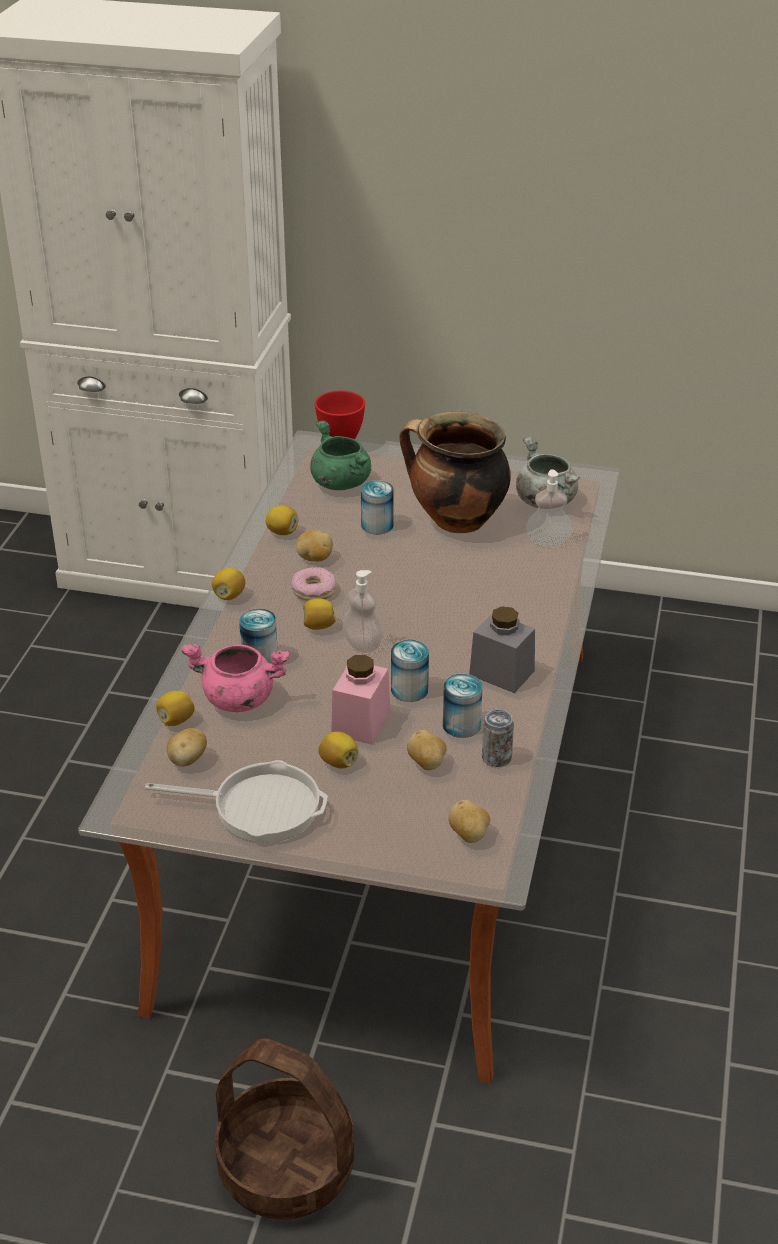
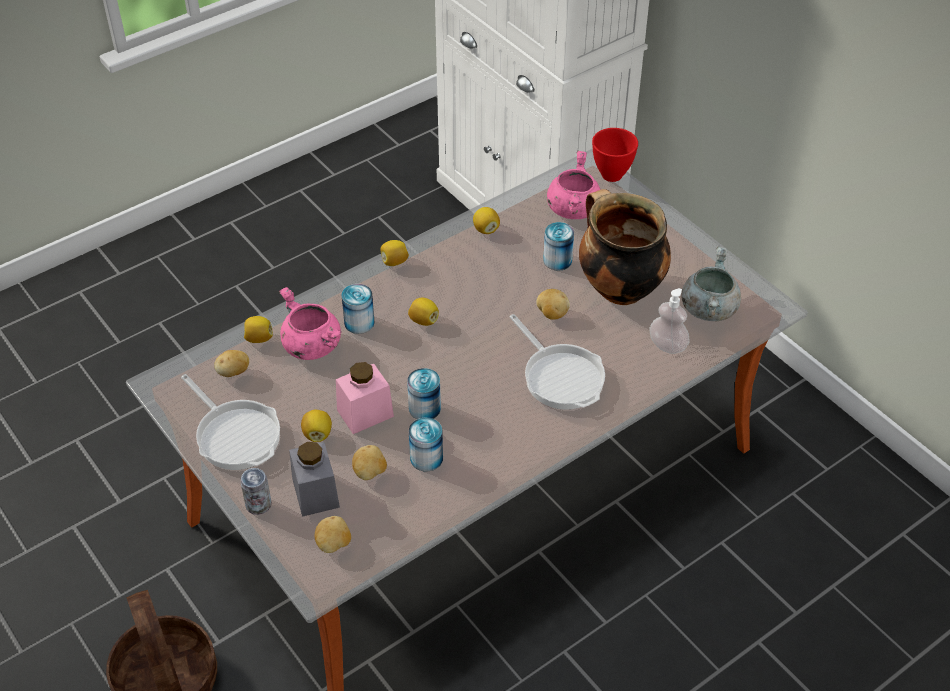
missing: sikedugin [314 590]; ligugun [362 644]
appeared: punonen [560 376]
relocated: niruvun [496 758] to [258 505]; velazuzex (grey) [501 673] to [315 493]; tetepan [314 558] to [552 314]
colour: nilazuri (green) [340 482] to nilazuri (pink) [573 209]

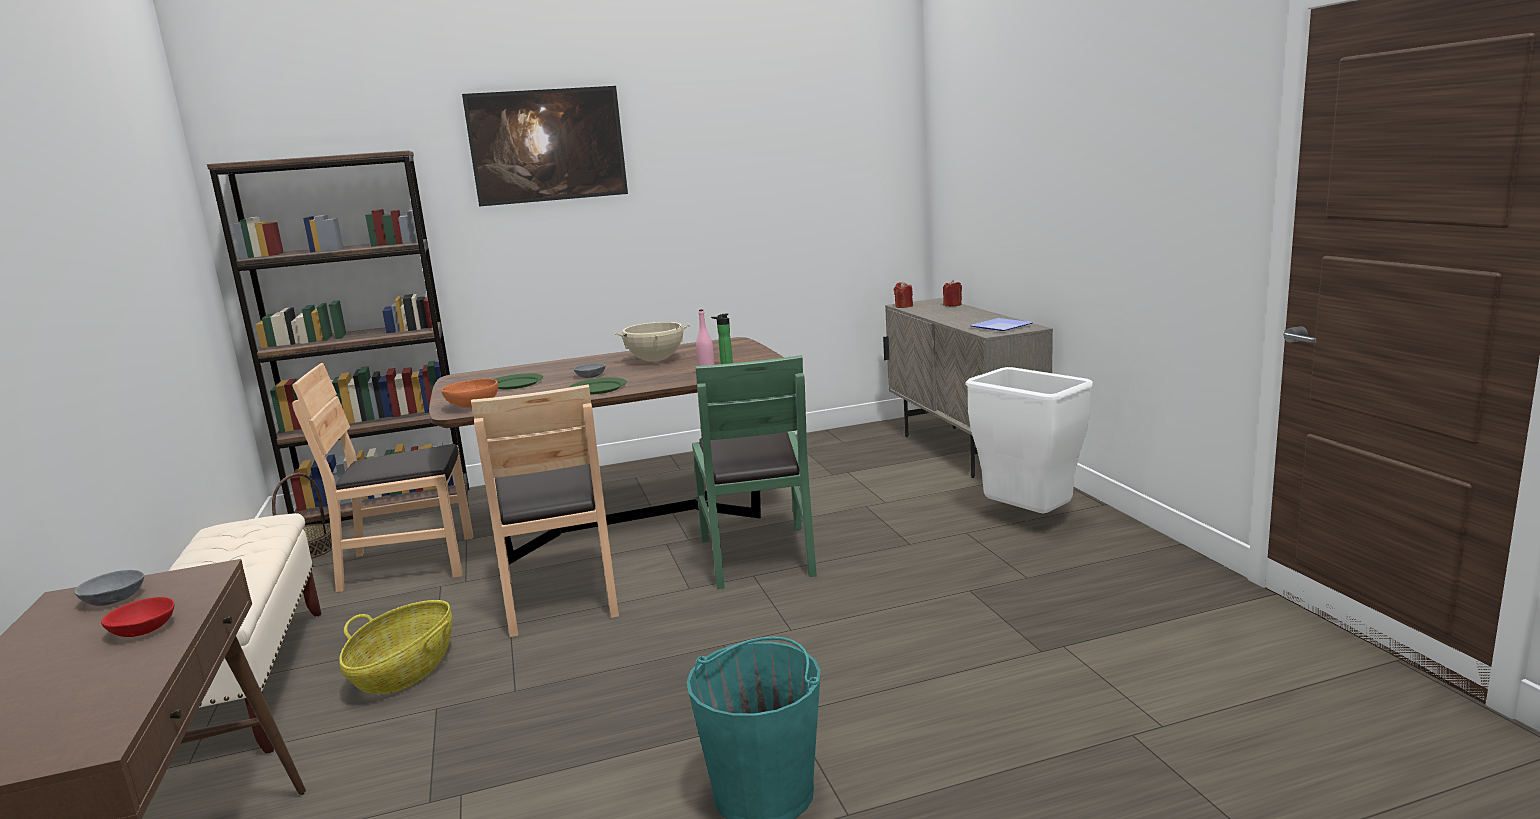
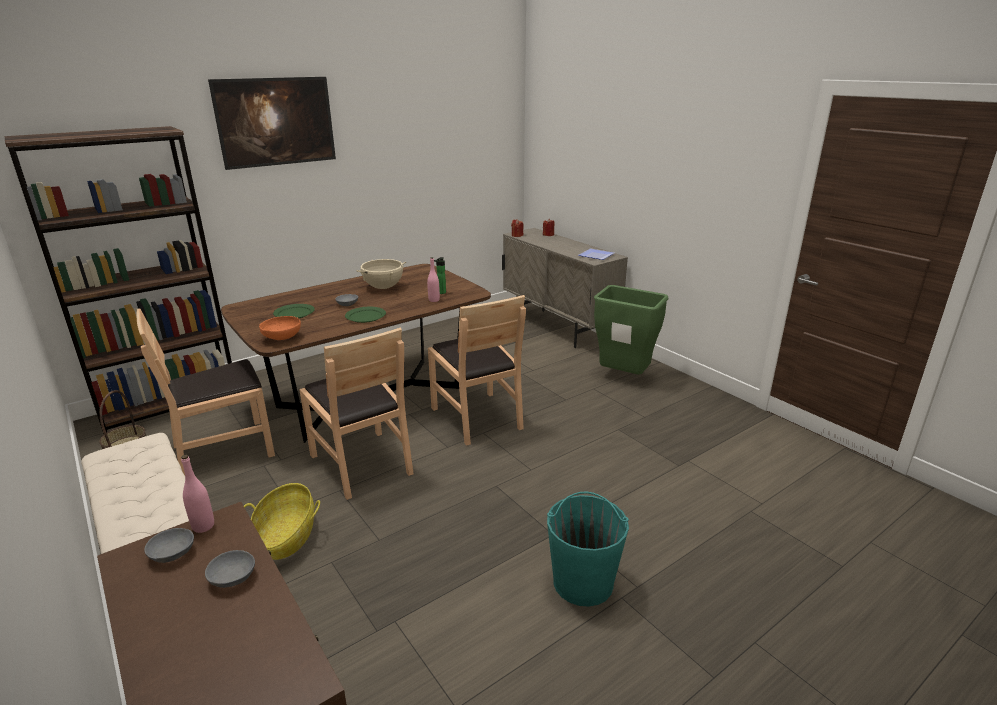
appeared: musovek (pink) [203 526]
colour: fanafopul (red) [146 629] to fanafopul (grey) [234 576]; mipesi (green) [758 556] to mipesi (brown) [477 417]; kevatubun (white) [1028 521] to kevatubun (green) [624 377]

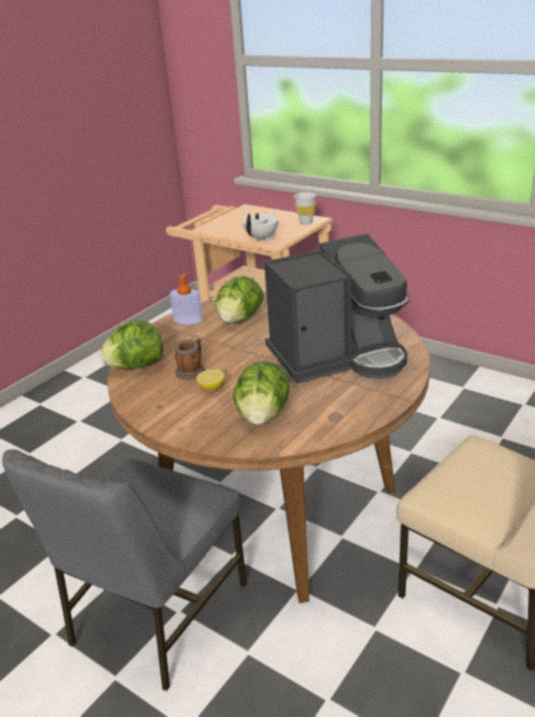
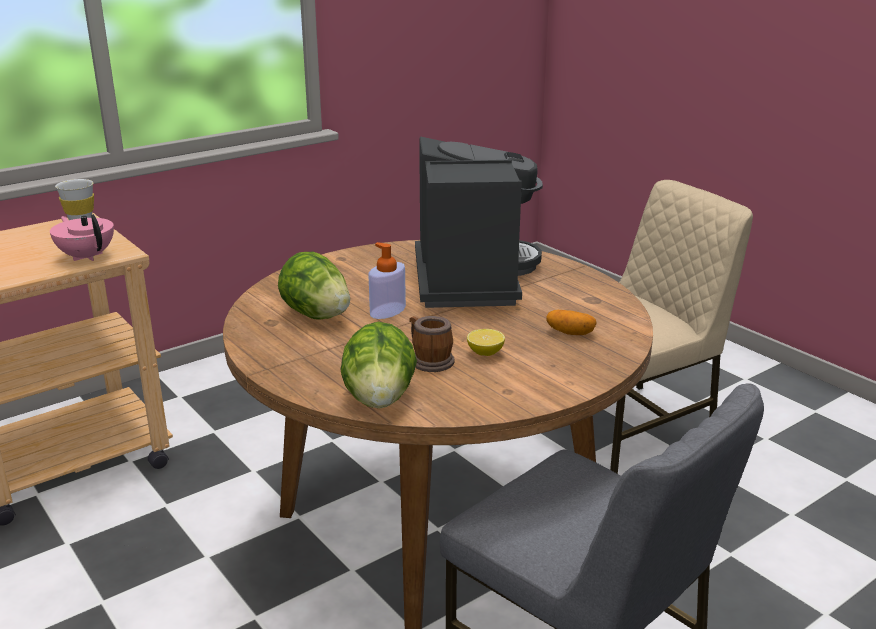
relocated: ligugun [188 320] to [387 311]
exchanged: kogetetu [263 416] to tetepan [570 332]
colour: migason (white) [262 238] to migason (pink) [87 256]

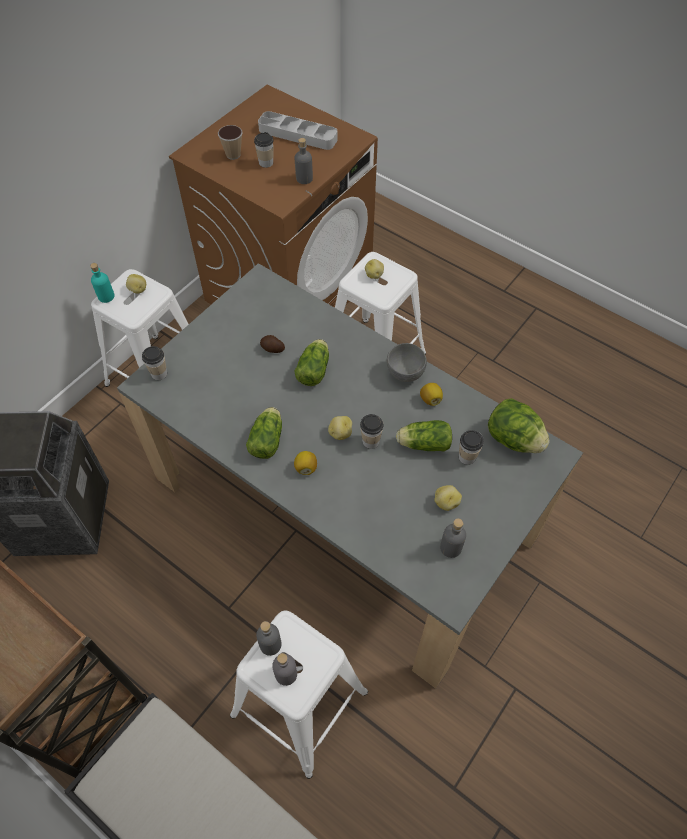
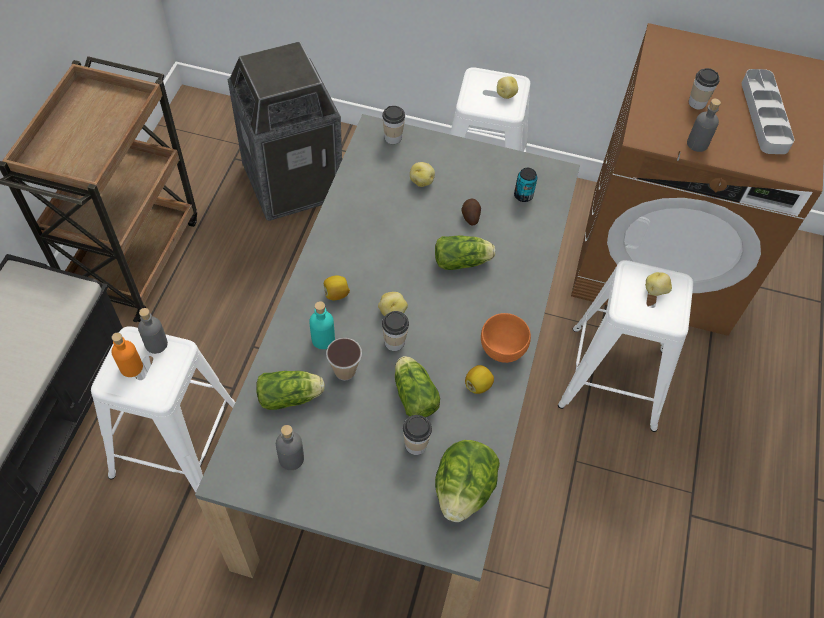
appeared: niruvun [523 195]
relocated: kogetetu [267 439] to [292 396]; musovek (turquoise) [106 296] to [323 339]; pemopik [233 155] to [345 371]; tetepan [446 502] to [422 181]
colour: musovek (grey) [286 674] to musovek (orange) [131 367]; fanafopul (grey) [405 372] to fanafopul (orange) [503 349]

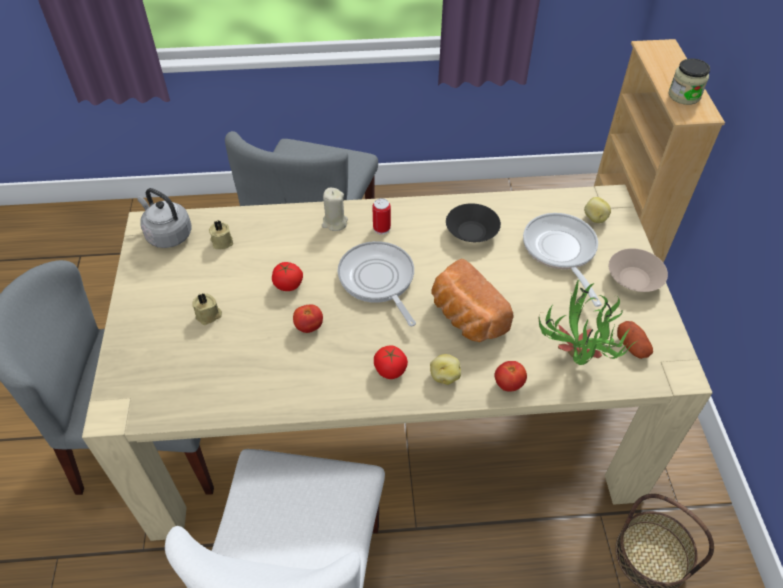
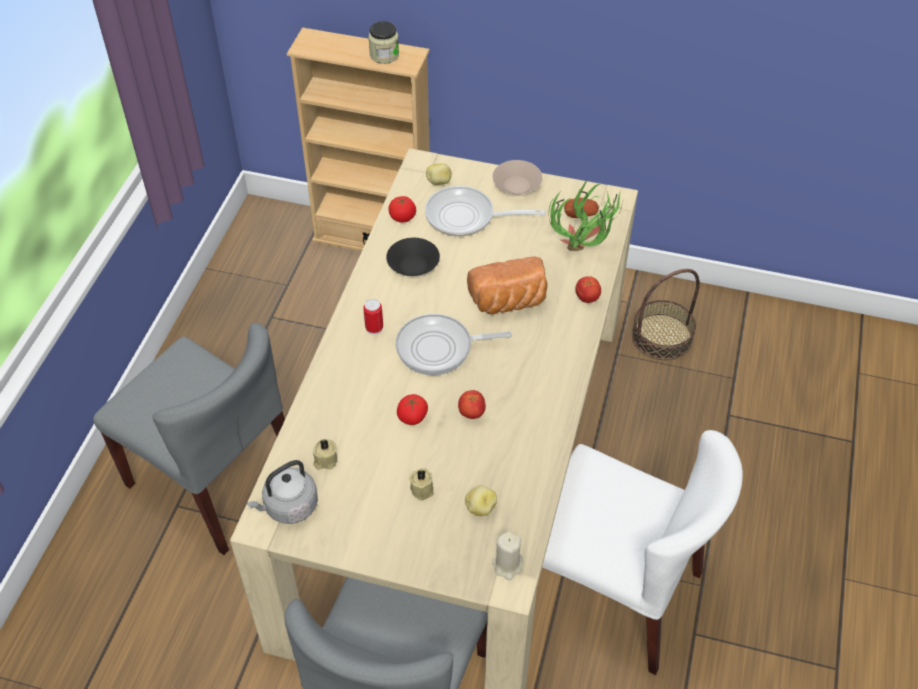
relocated: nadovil [390 370] to [402 217]; tetepan [444 376] to [480 507]; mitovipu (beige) [334 223] to [507 565]

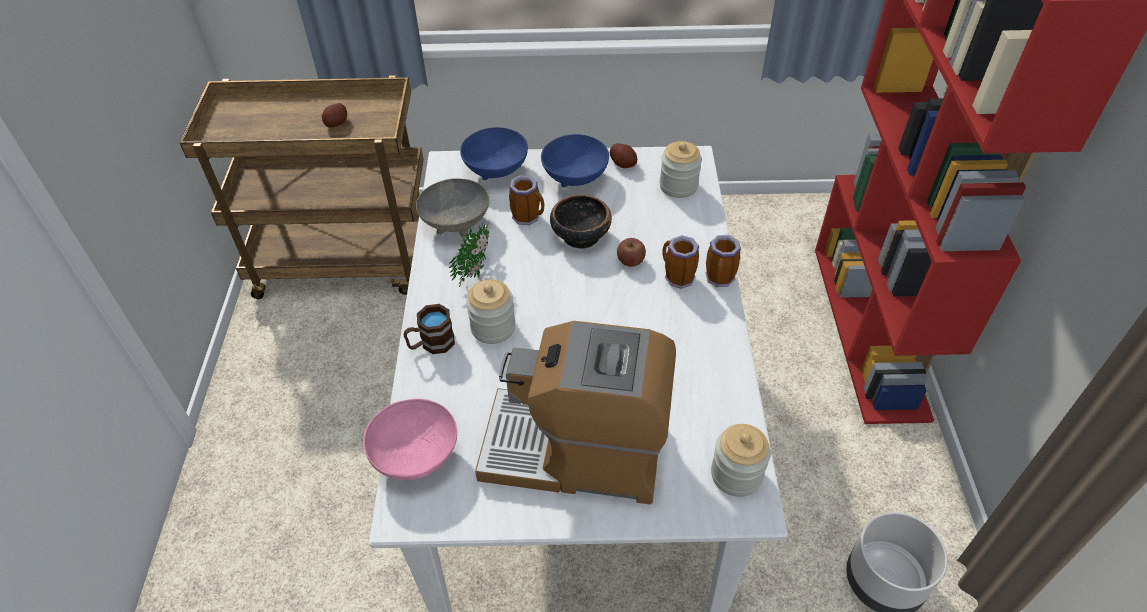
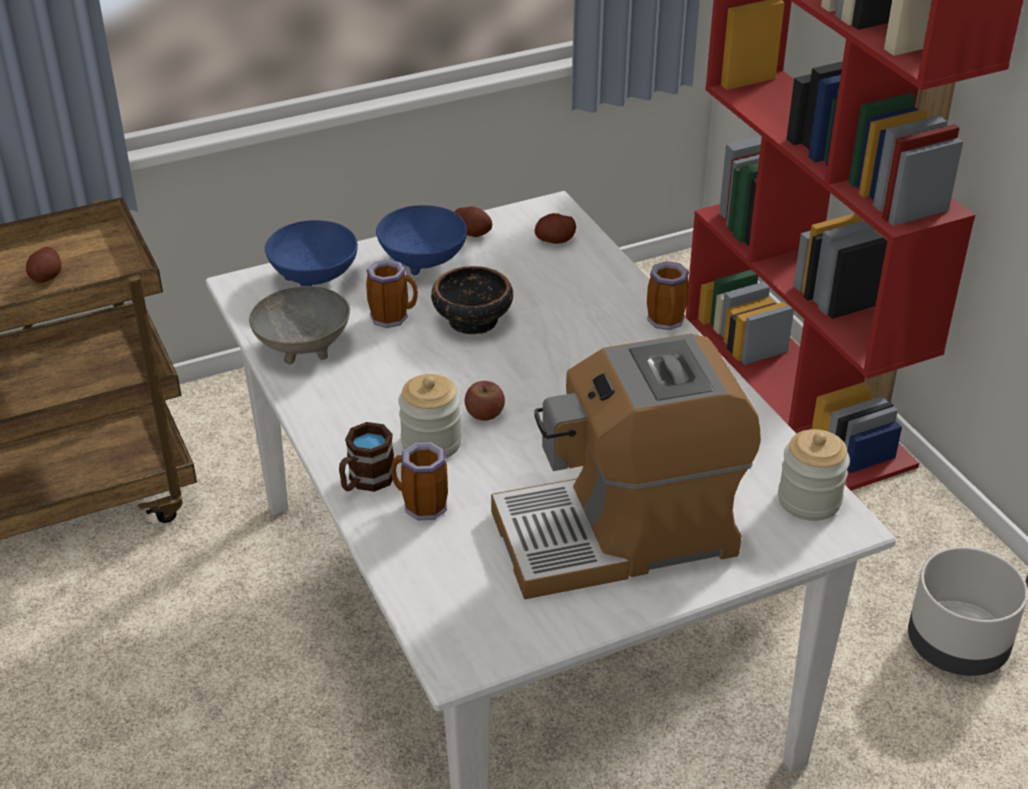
missing: fanafopul (pink) [414 457]; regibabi [477 271]
relocated: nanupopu [676 277] to [420 507]; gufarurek [630 261] to [484 414]
exchanged: velazuzex [678 186] to tetepan [555 240]

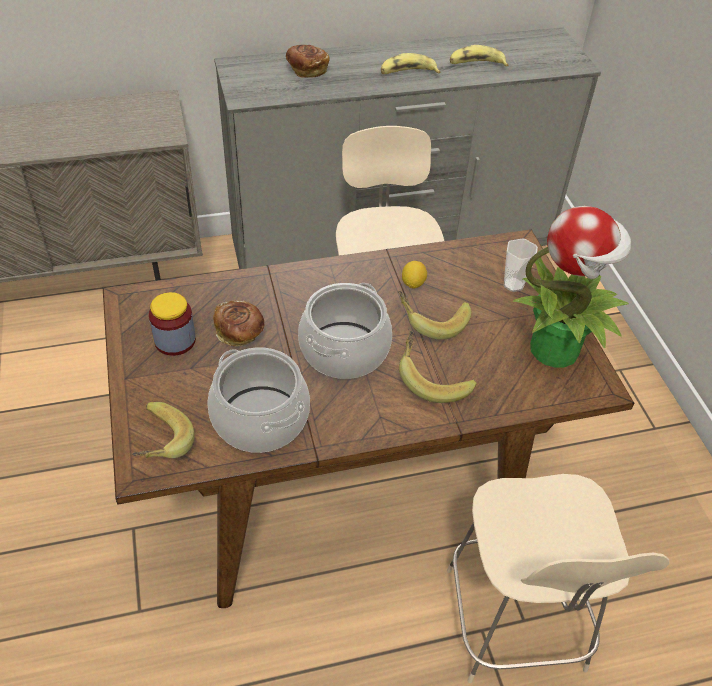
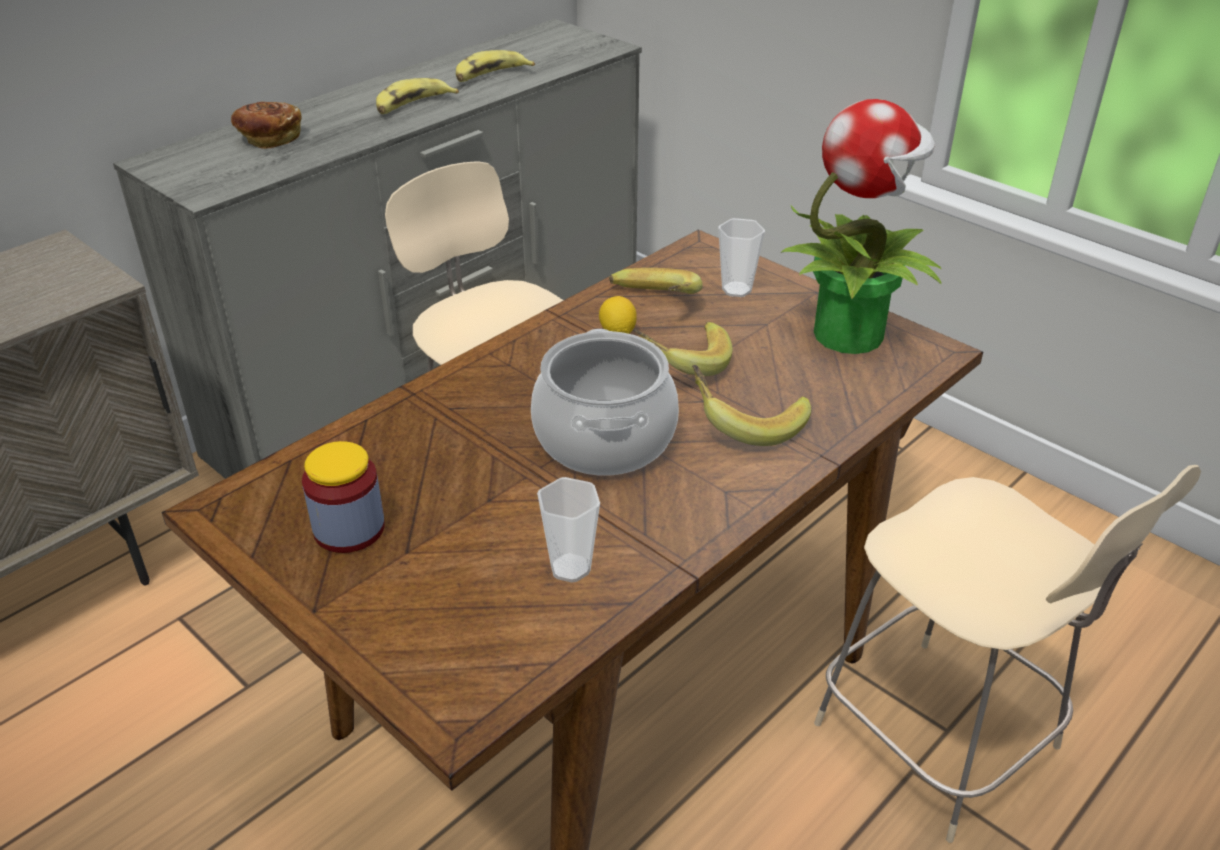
missing: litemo [240 333]
relocated: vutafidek [158 445] to [653 306]
exchanged: nilazuri [259 419] to pemopik [570 568]

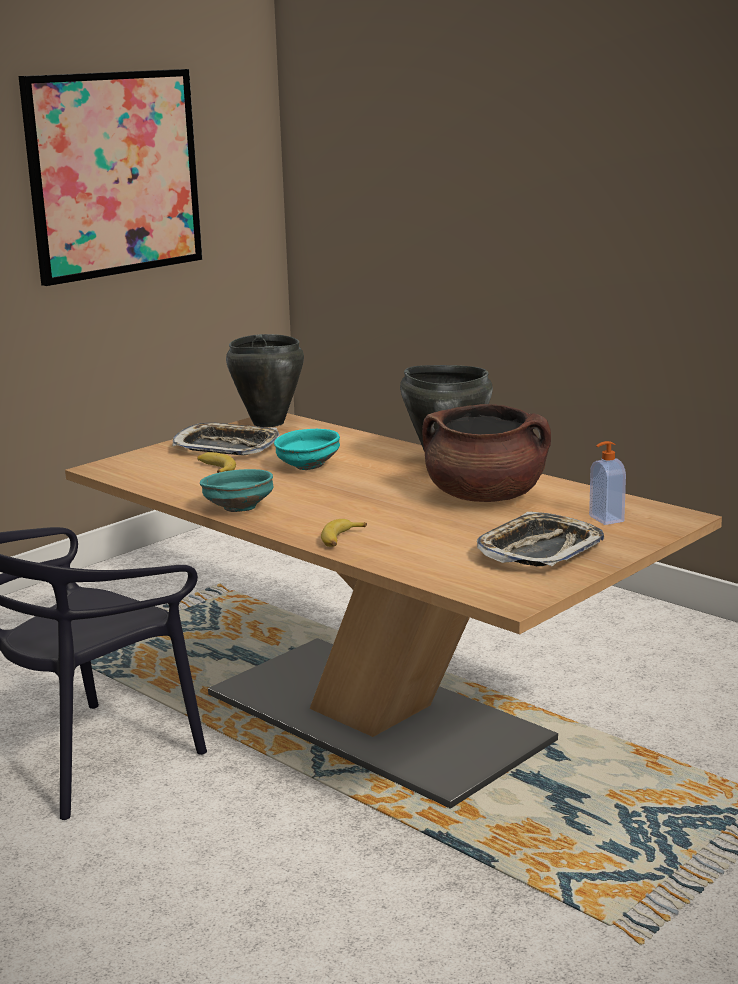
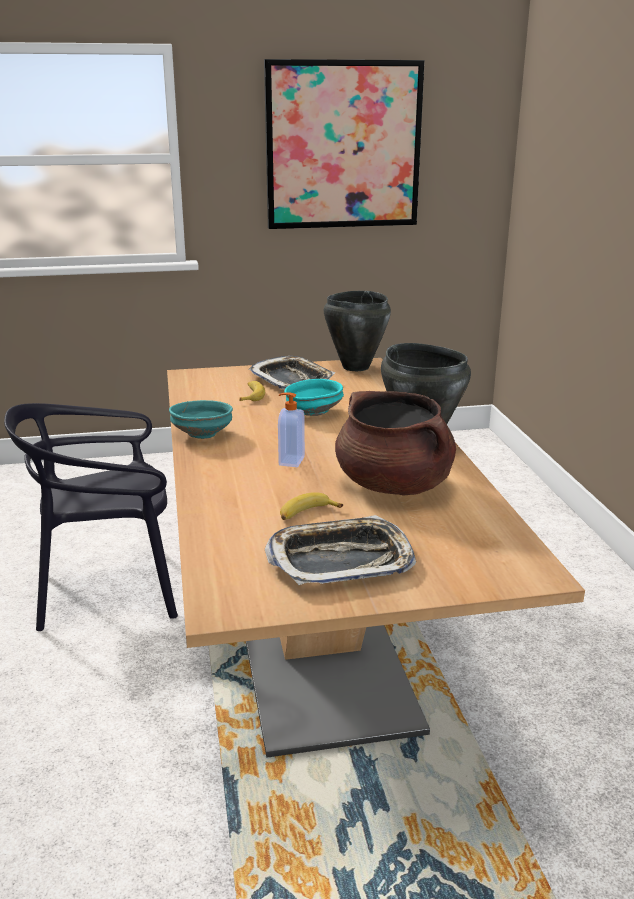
relocated: ligugun [605 519] to [290 461]; vutafidek [341 540] to [306 514]

